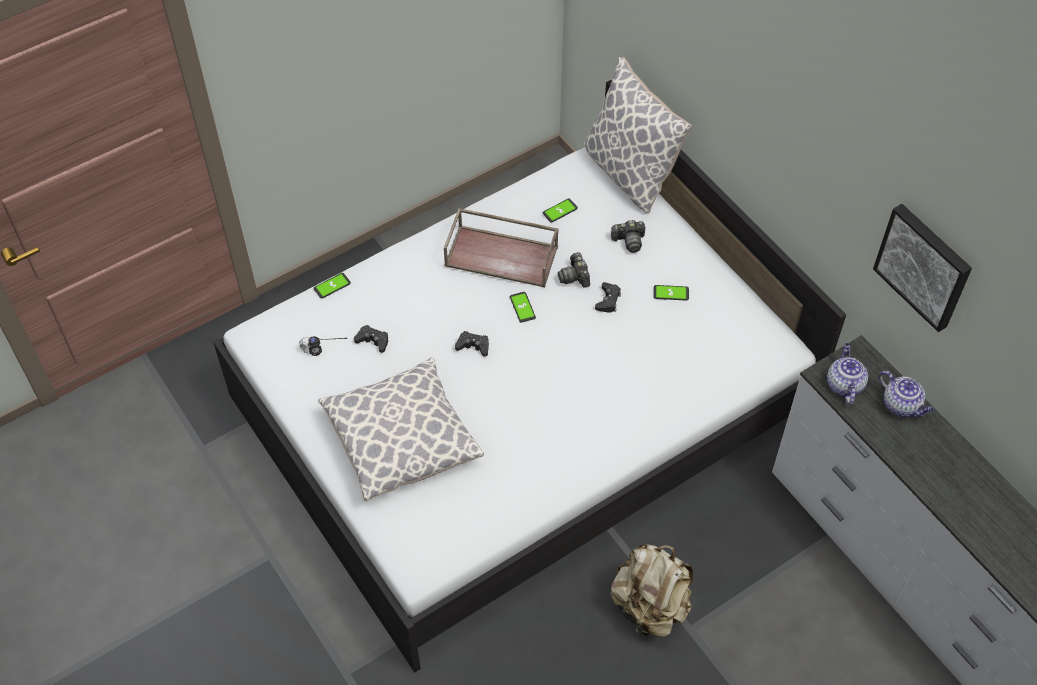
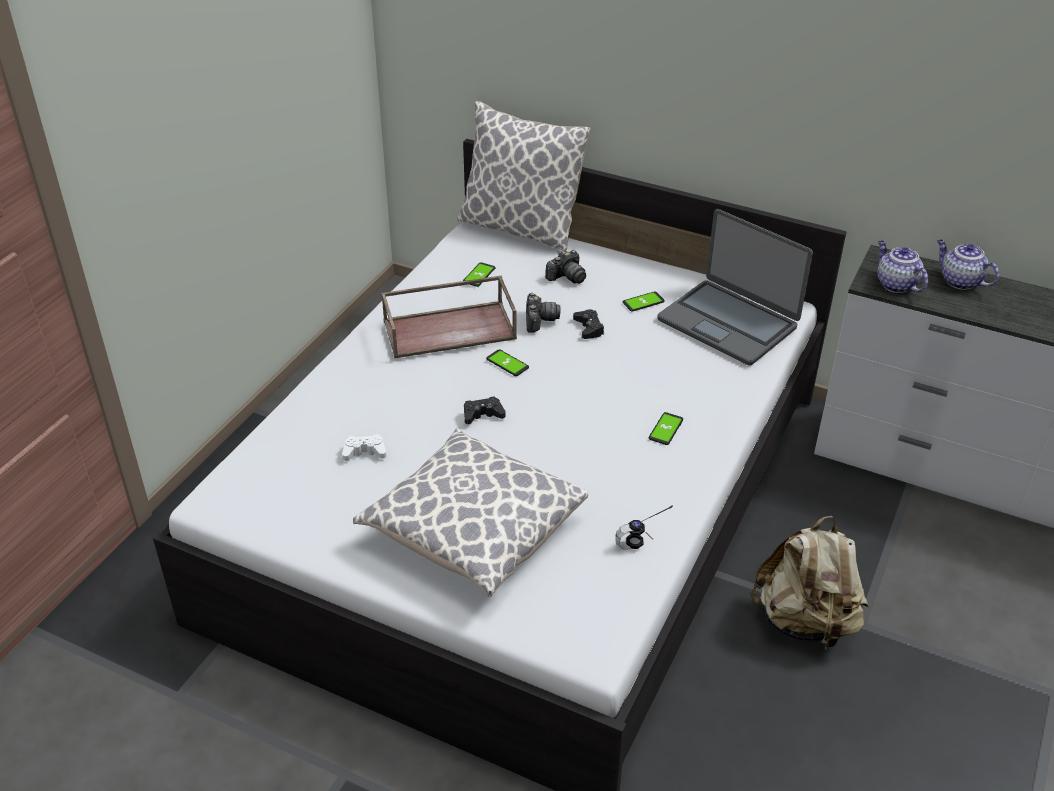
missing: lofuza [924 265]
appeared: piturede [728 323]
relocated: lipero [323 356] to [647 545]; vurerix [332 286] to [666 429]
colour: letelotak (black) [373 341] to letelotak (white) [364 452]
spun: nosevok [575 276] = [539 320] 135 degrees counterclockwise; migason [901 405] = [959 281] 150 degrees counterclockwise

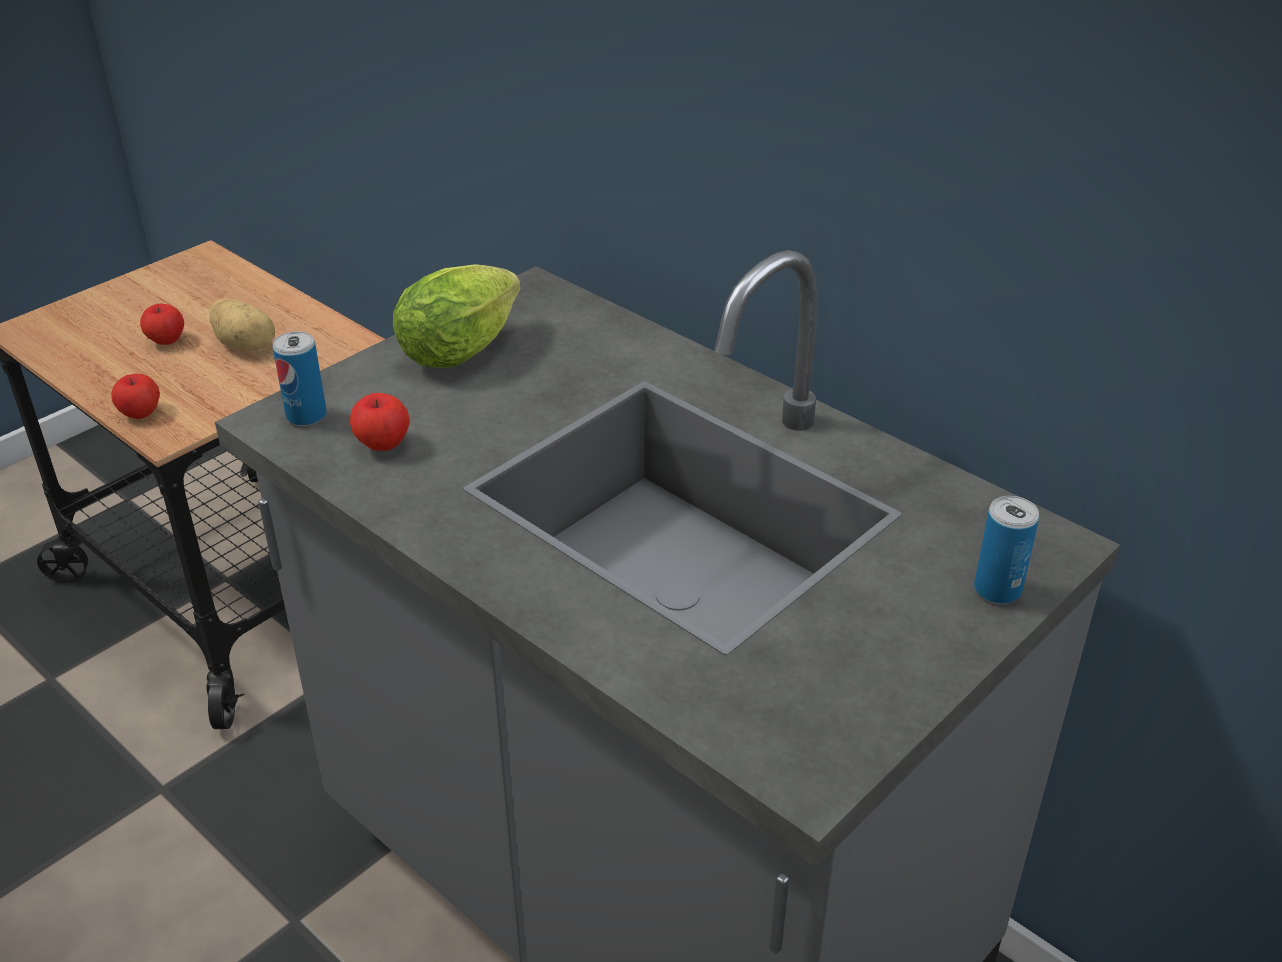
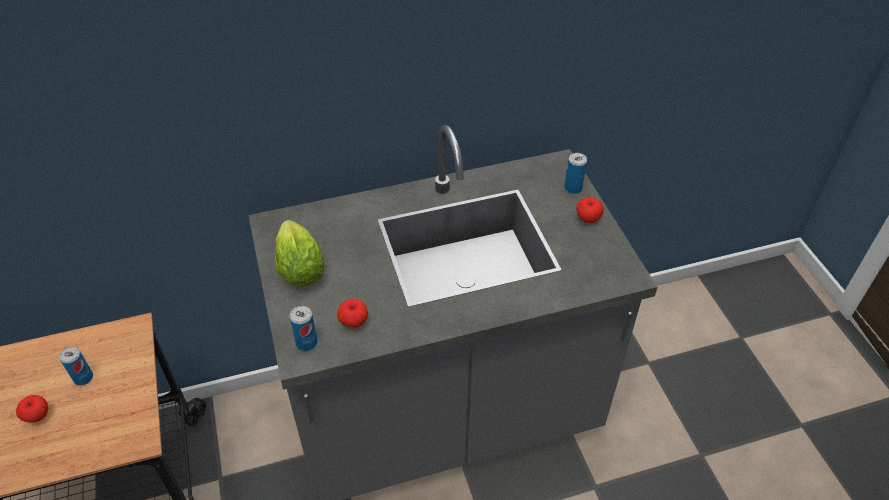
relocated: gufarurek [141 413] to [587 219]
exchanged: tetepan [246 345] to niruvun [83 378]

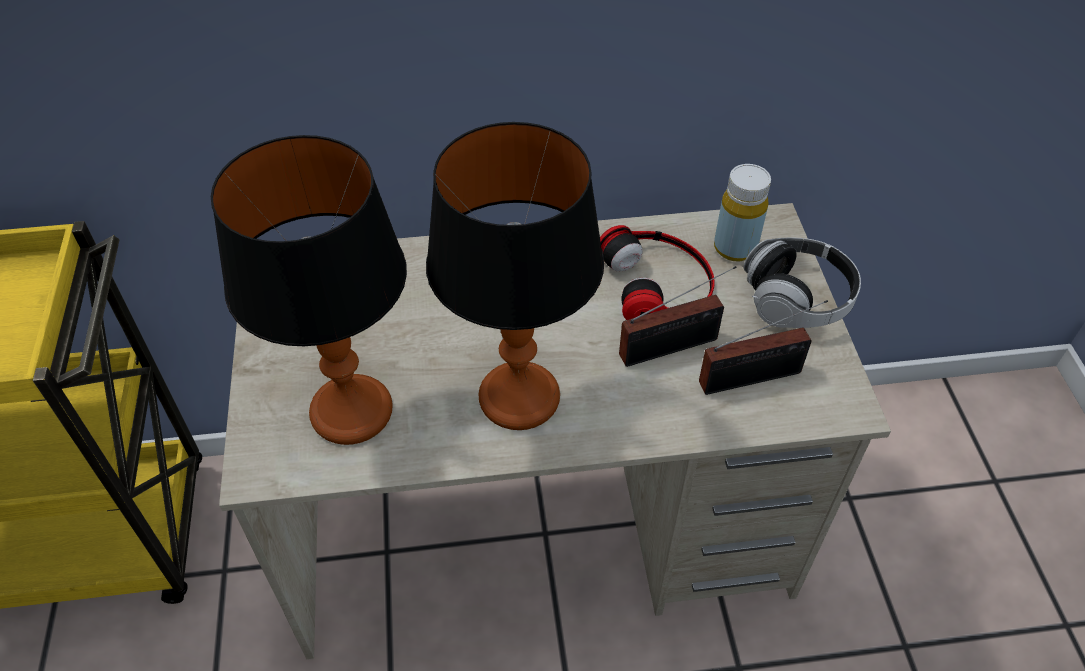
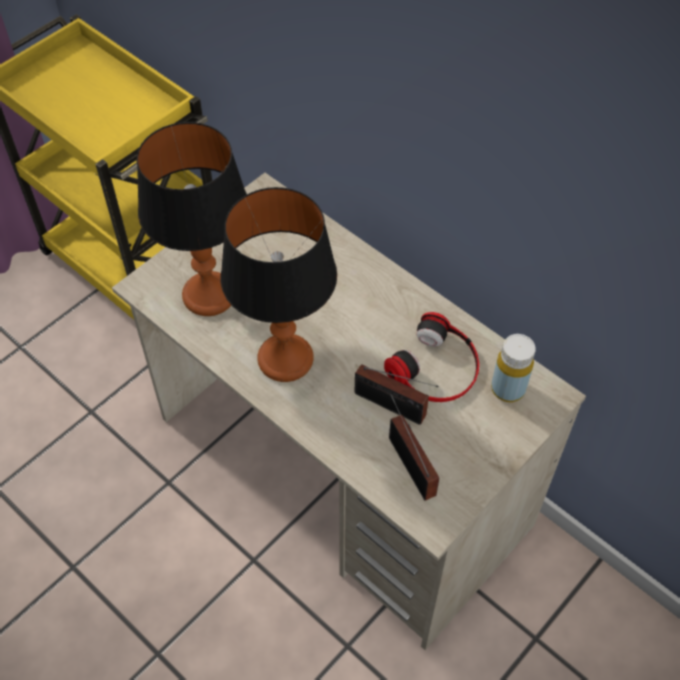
missing: lipero [796 299]
spun: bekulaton [756 377] = [410 462] 150 degrees counterclockwise

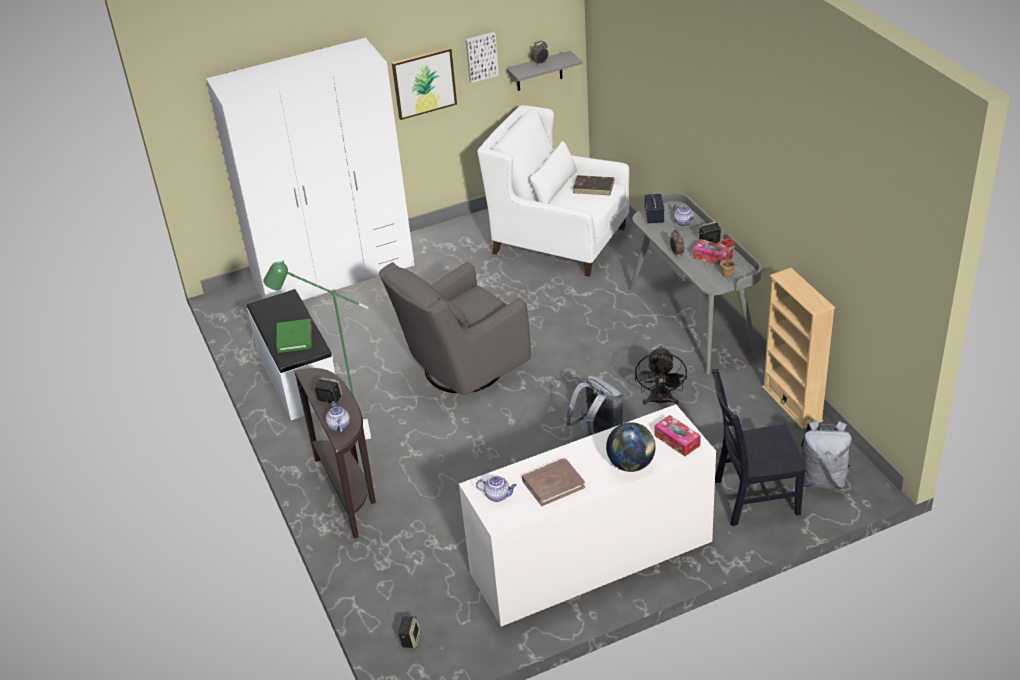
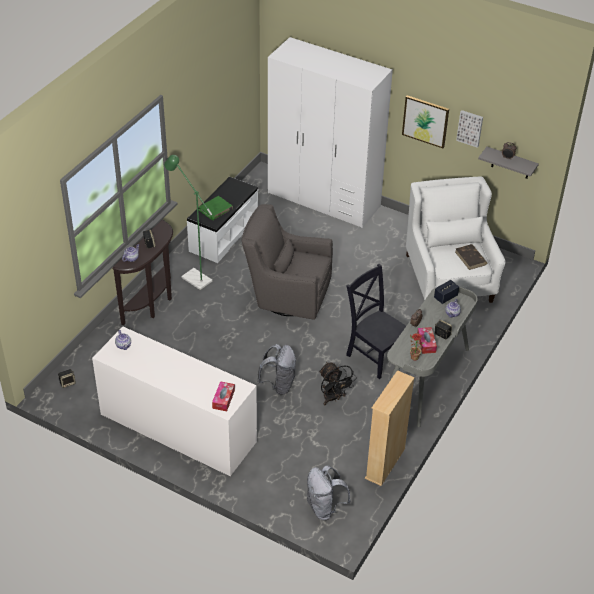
missing: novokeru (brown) [553 484]; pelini [631 465]
relocated: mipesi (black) [752 497] to [375 355]
spun: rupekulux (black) [660 401] = [333 398] 90 degrees counterclockwise

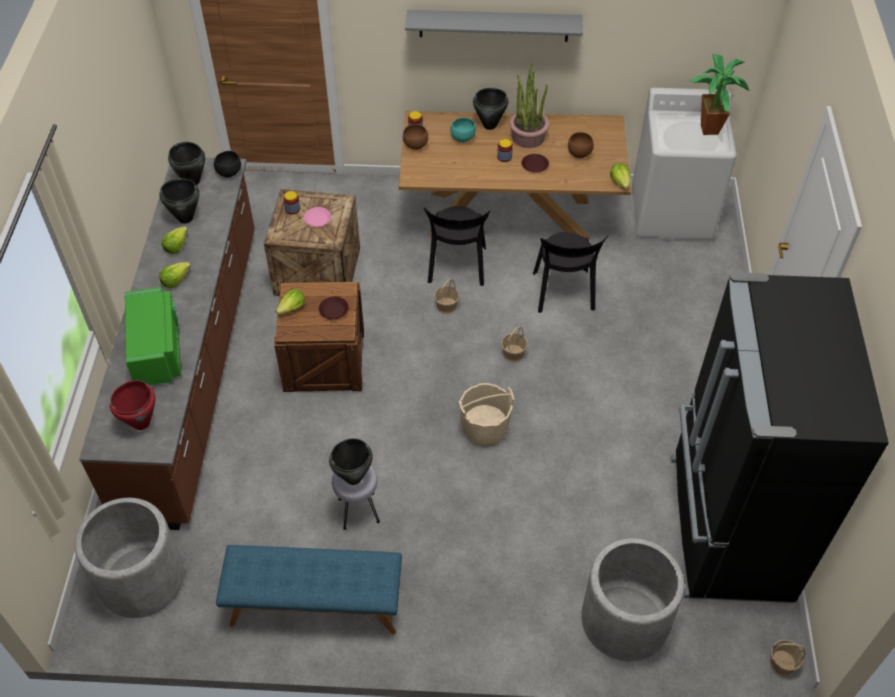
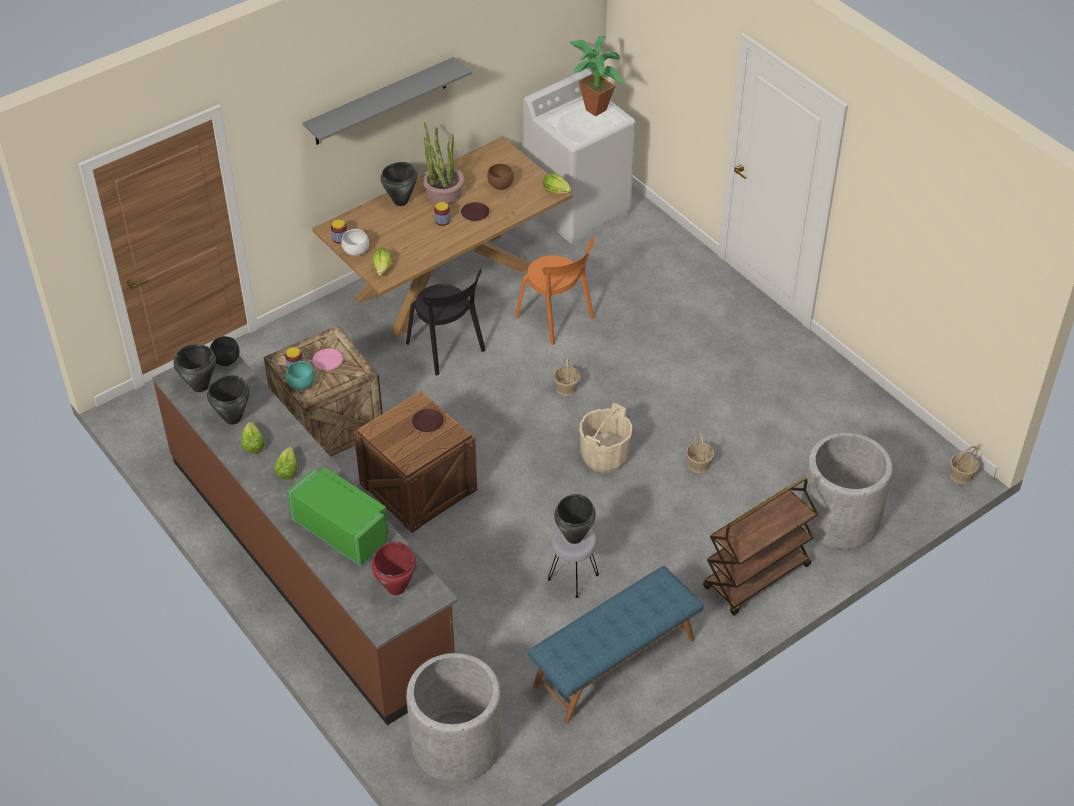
missing: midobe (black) [726 527]
appeared: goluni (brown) [756 578]
relocated: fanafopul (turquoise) [462 138] to [300 384]; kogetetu [292 308] to [382 268]; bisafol [447 306] to [699 464]
colour: fanafopul (brown) [416 146] to fanafopul (white) [356 252]; mipesi (black) [563 294] to mipesi (orange) [557 319]

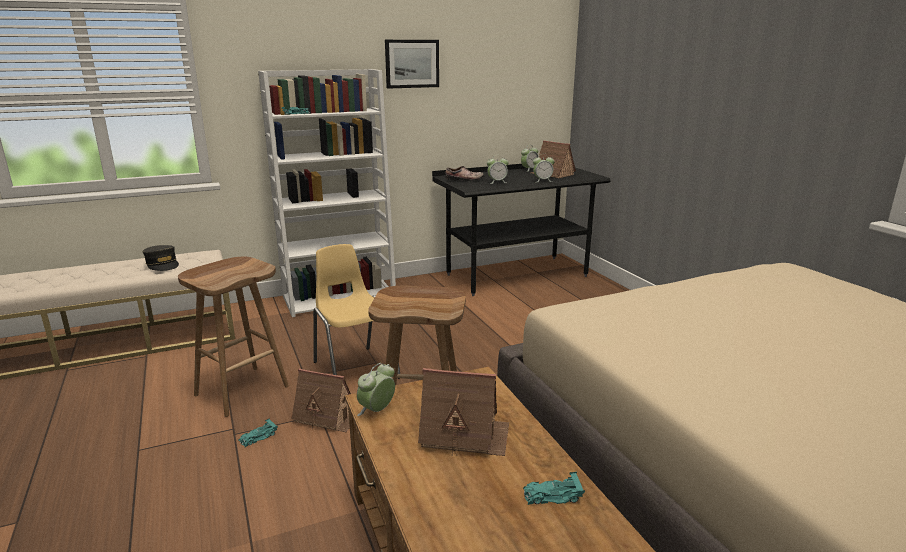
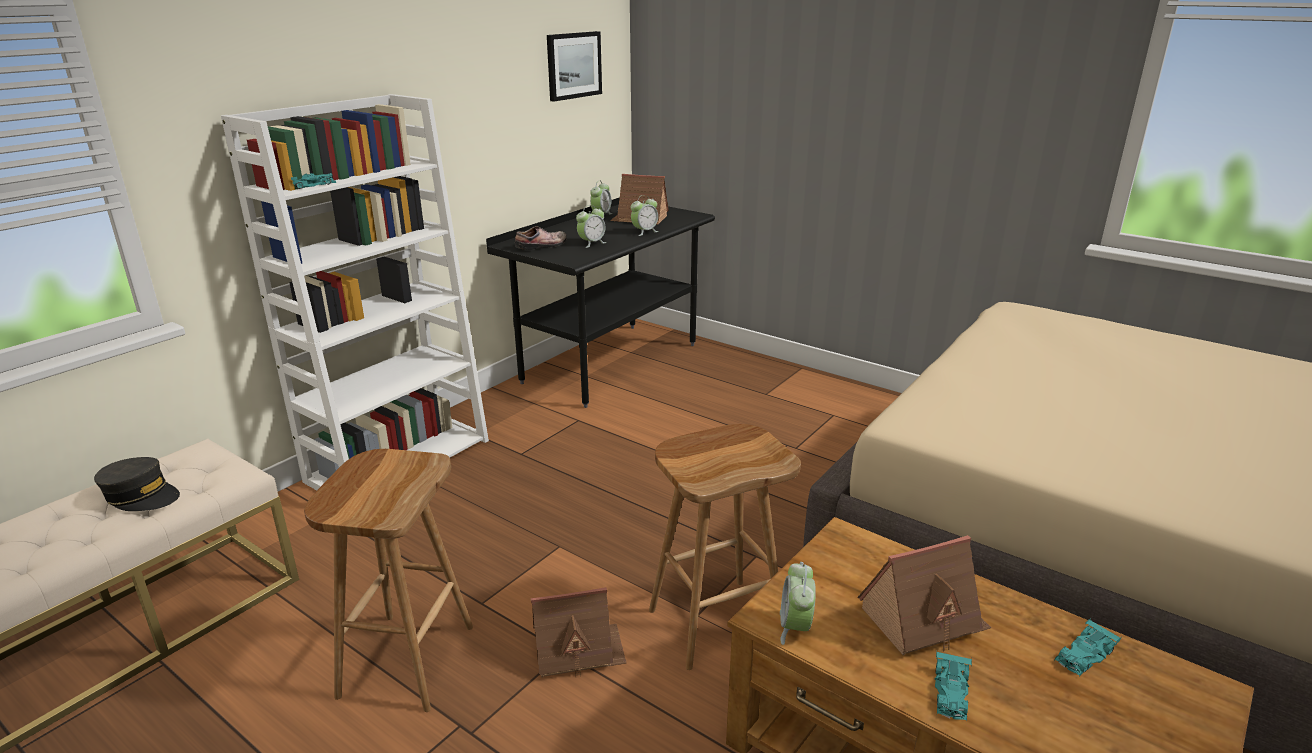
missing: mipesi (yellow) [355 370]
relocated: lofuza [412 63] to [573 65]; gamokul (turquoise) [258 437] to [951 693]

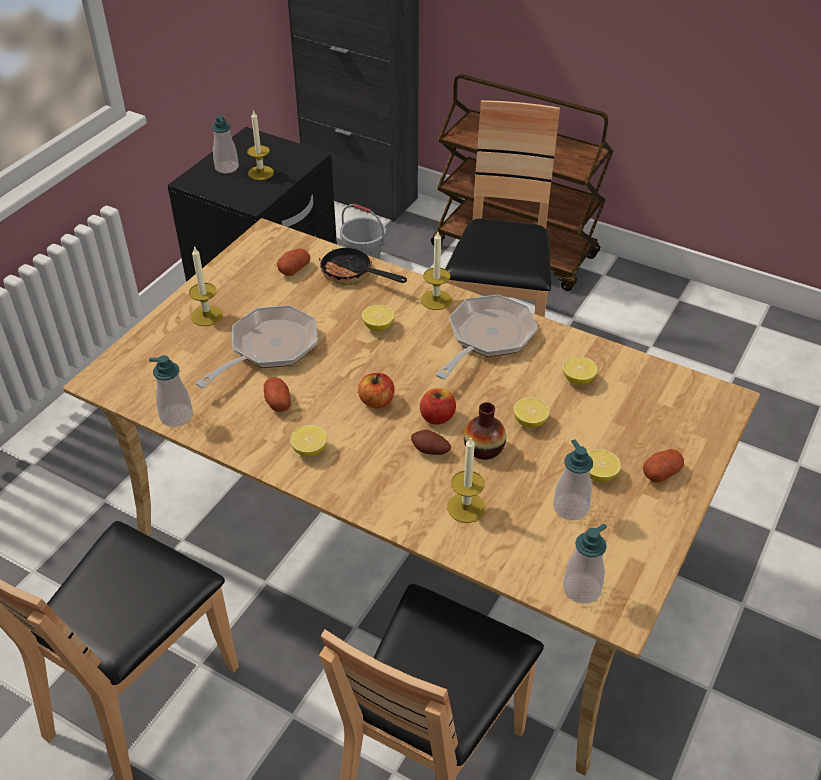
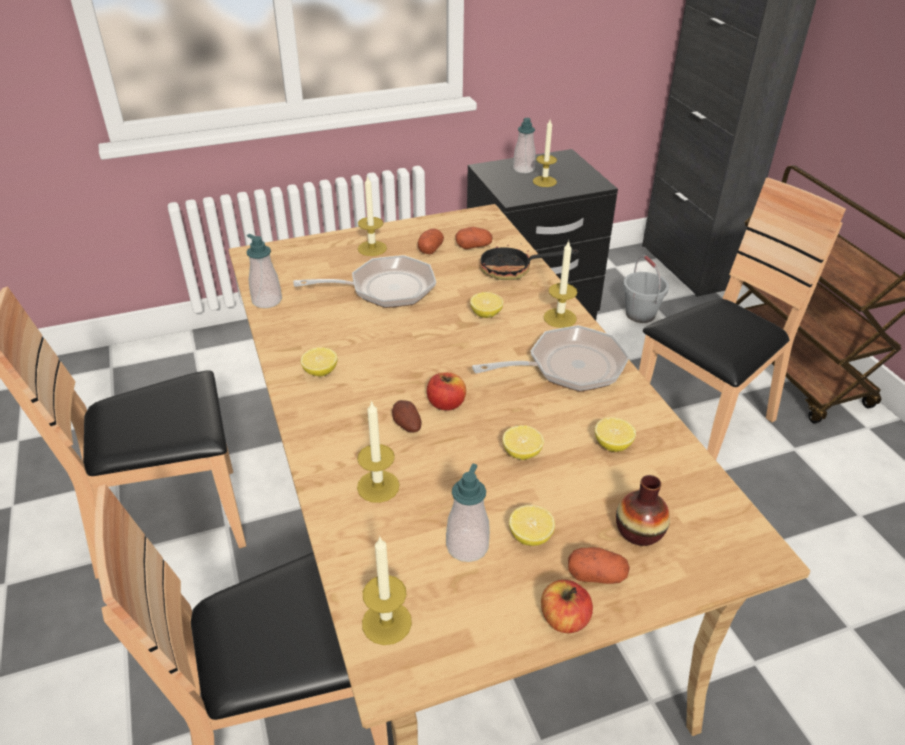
relocated: tetepan [277 402] to [430 249]; gufarurek [376 401] to [564 619]; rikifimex [484 448] to [639 531]
exchanged: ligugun [581 589] to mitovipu [386 622]
spun: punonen [353 275] = [513 270] 75 degrees counterclockwise

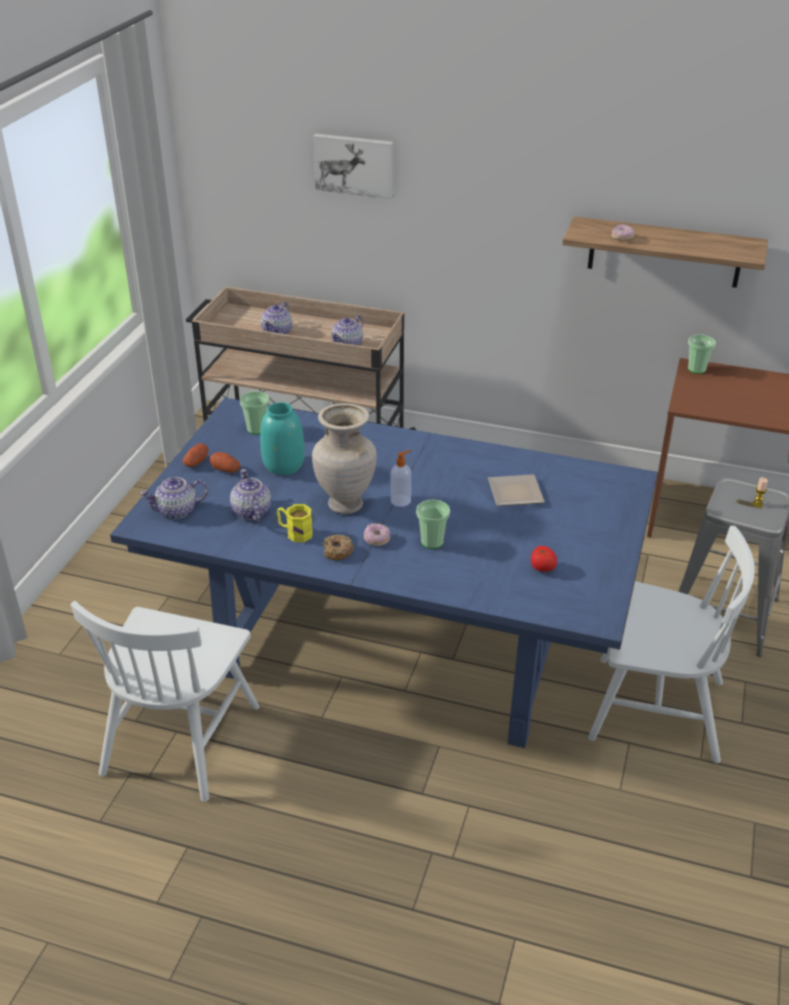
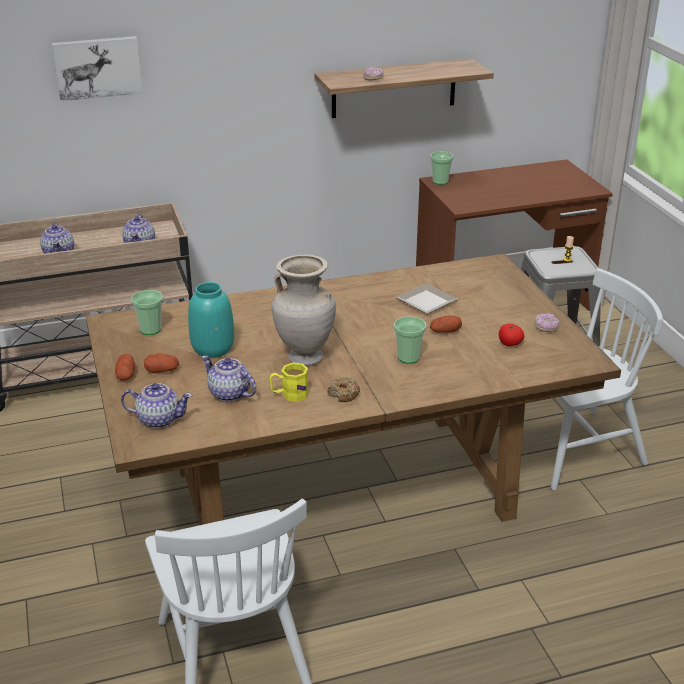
missing: ligugun [401 500]
appeared: tetepan [445 331]
relocated: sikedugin [376 539] to [546 327]
colour: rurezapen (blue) [392 646] to rurezapen (brown) [340 493]
spun: migason [177 510] = [158 419] 120 degrees counterclockwise

